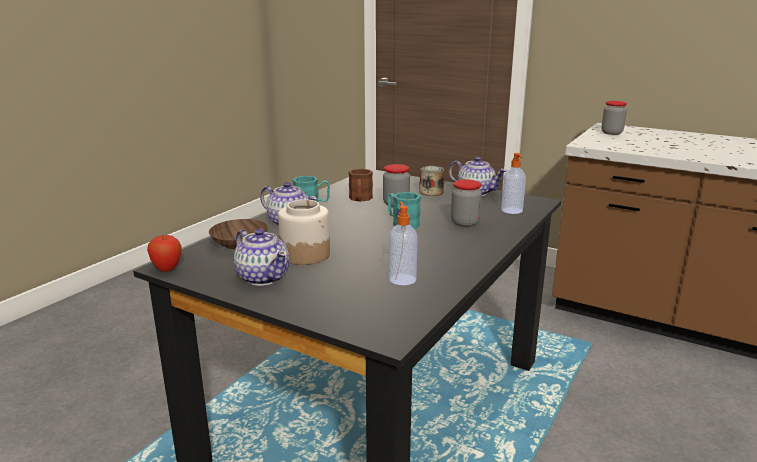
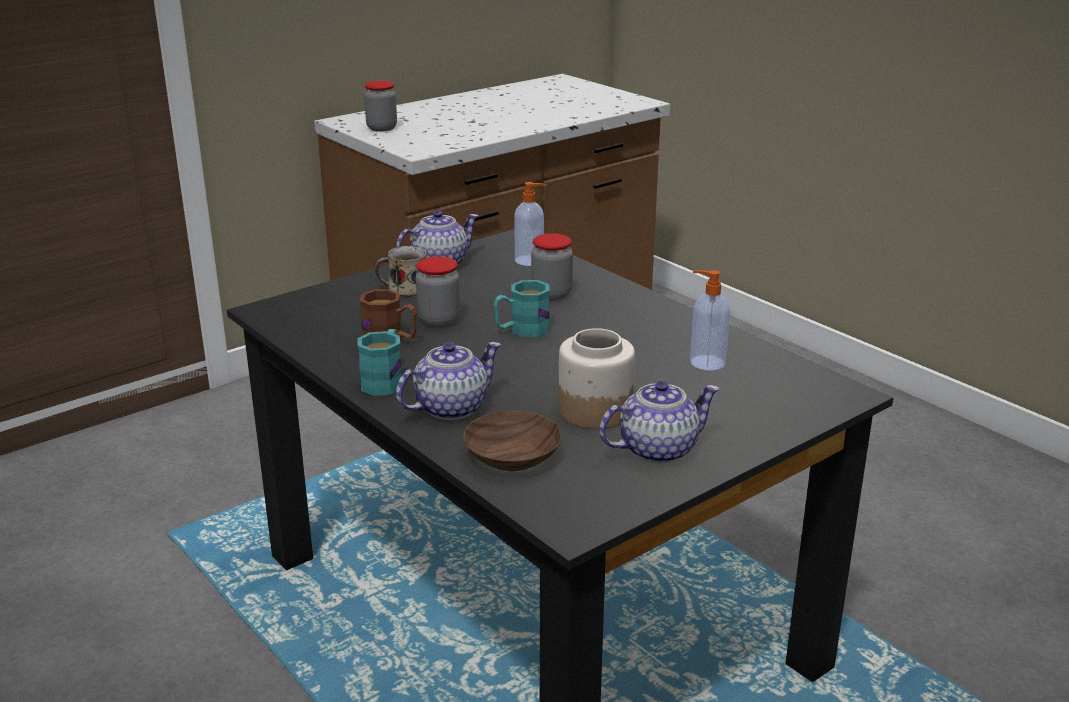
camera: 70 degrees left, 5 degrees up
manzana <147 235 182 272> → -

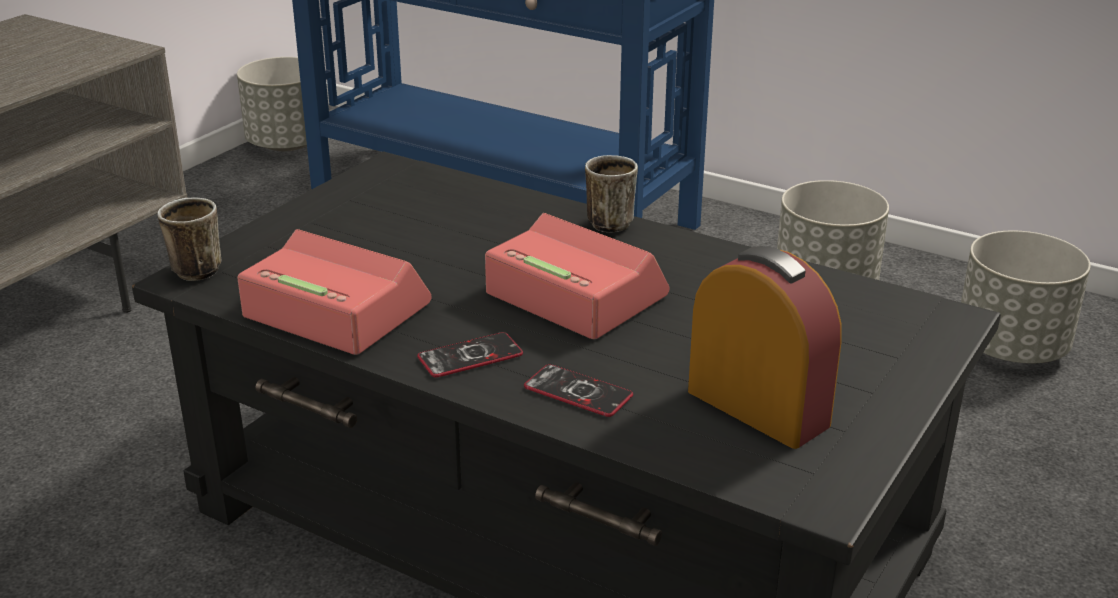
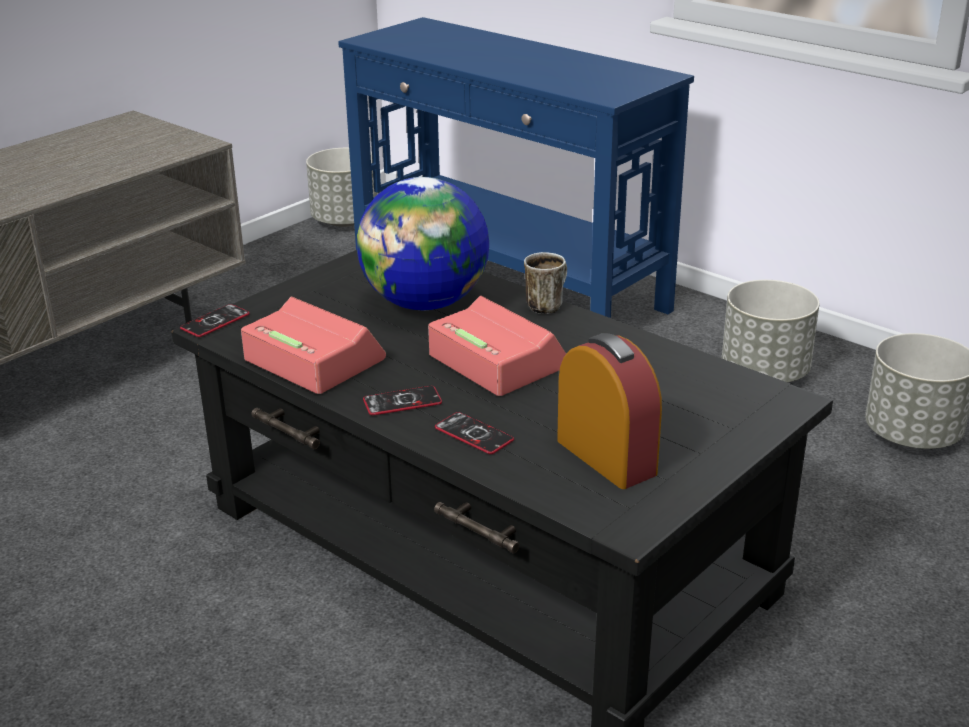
camera: 10 degrees right, 0 degrees up
taza grande <157 197 222 281> → móvil <180 304 250 337>
- → globo terráqueo <356 177 489 310>

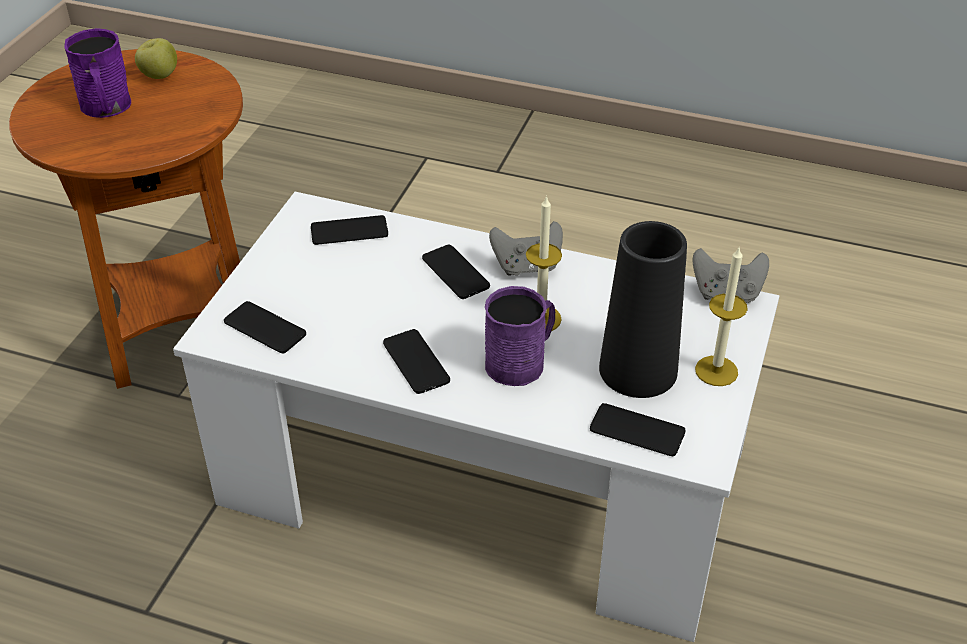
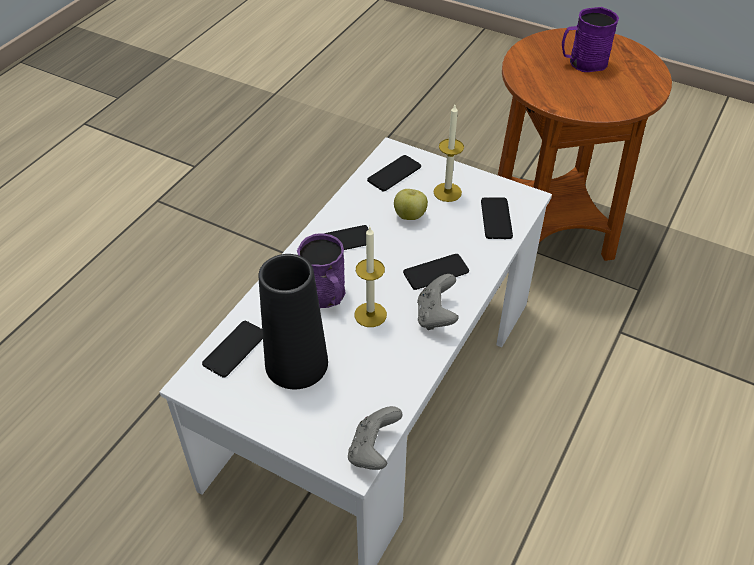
camera: 100 degrees right, 5 degrees up
manzana <135 38 177 79> → manzana <394 189 428 220>, moved
vela <695 248 748 386> → vela <434 105 464 202>, moved

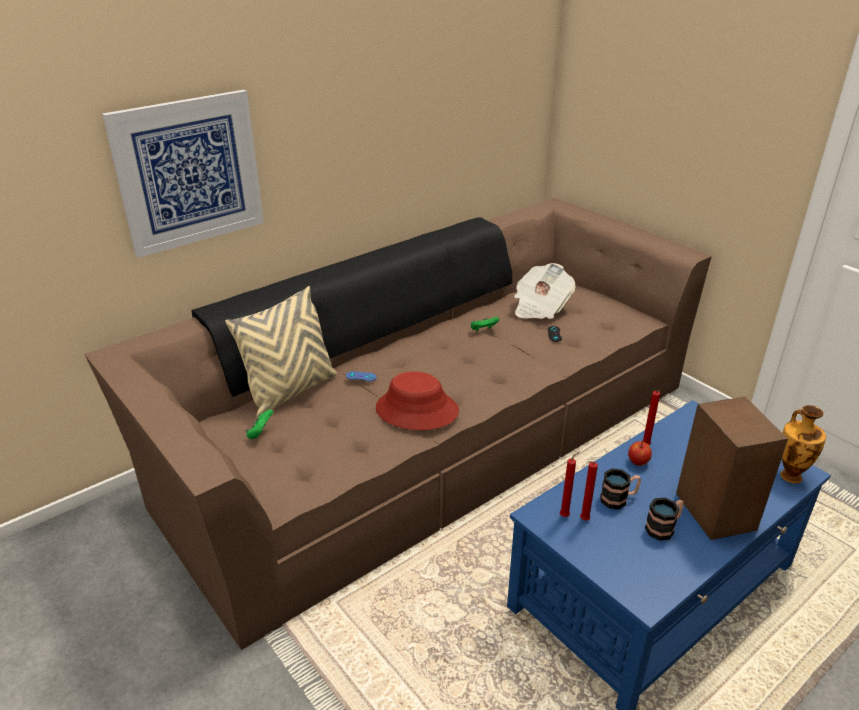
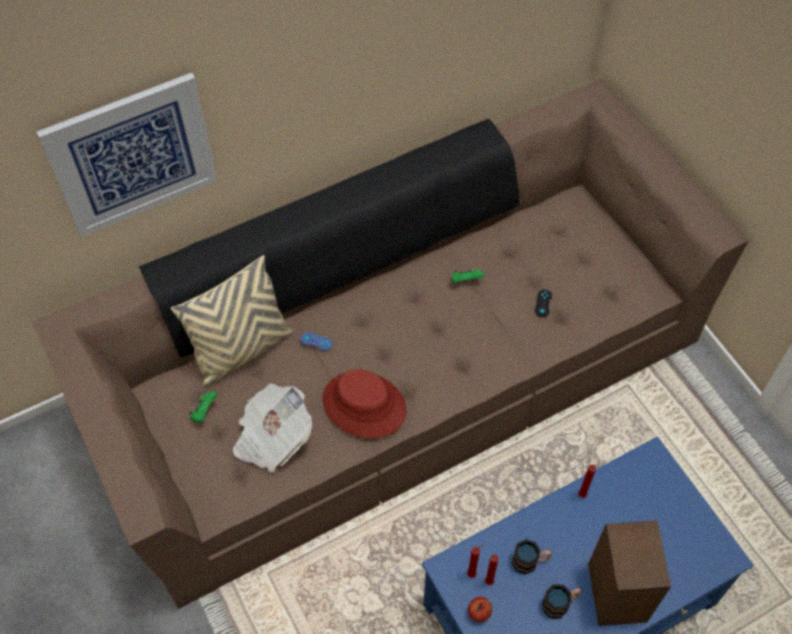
camera: 10 degrees right, 25 degrees up
periódico <514 263 576 319> → periódico <233 383 312 473>, moved
manzana <628 441 652 466> → manzana <468 597 492 622>, moved
florero <781 405 826 484> → -

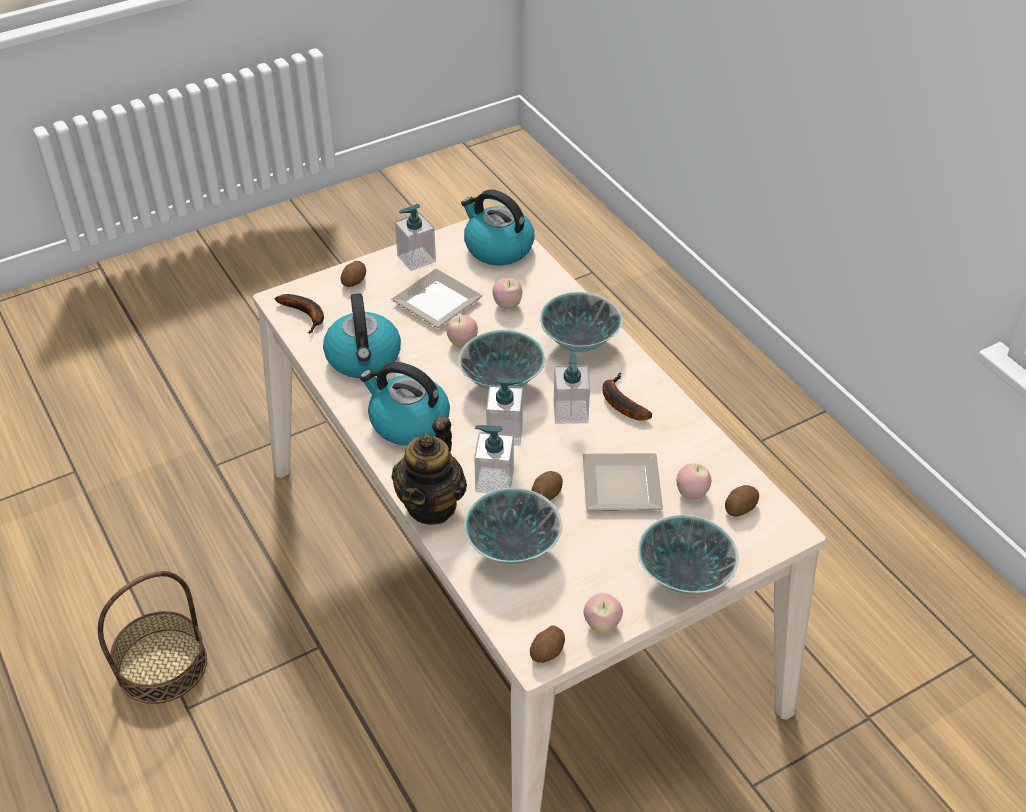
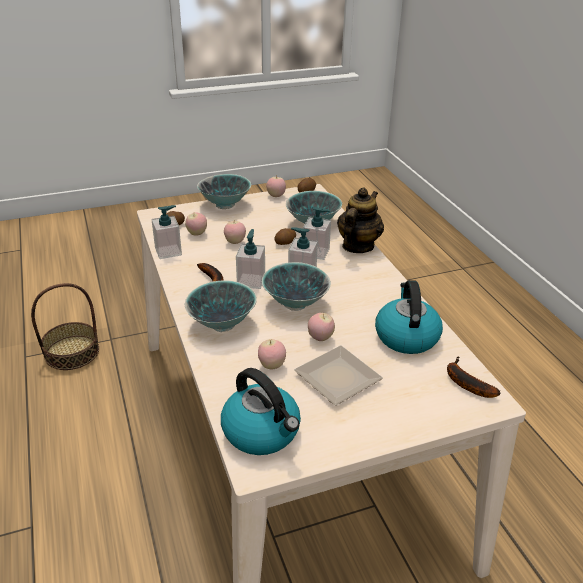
camera: 170 degrees left, 10 degrees down
cesta <98 571 207 704> → cesta <31 283 99 370>, moved
patata <341 261 366 287> → -
hervidor <360 362 450 446> → -
dispensador de jabón <395 204 436 271> → dispensador de jabón <152 205 182 259>, moved
plato <582 453 663 511> → manzana <224 221 246 244>

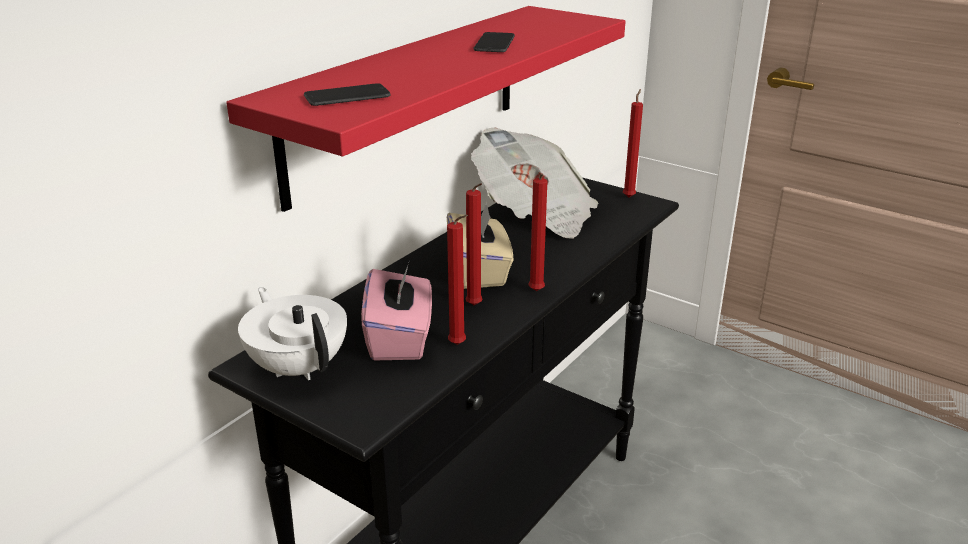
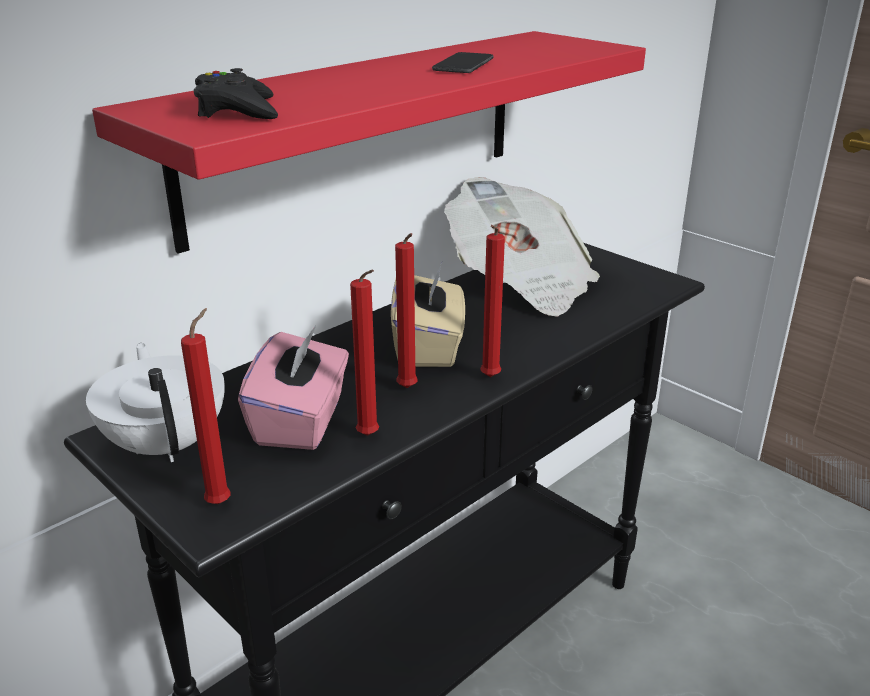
camera: 10 degrees right, 0 degrees up
móvil <304 83 391 106> → mando de consola [negro] <194 68 278 119>
vela [rojo] <623 89 643 197> → vela [rojo] <181 308 230 504>, moved

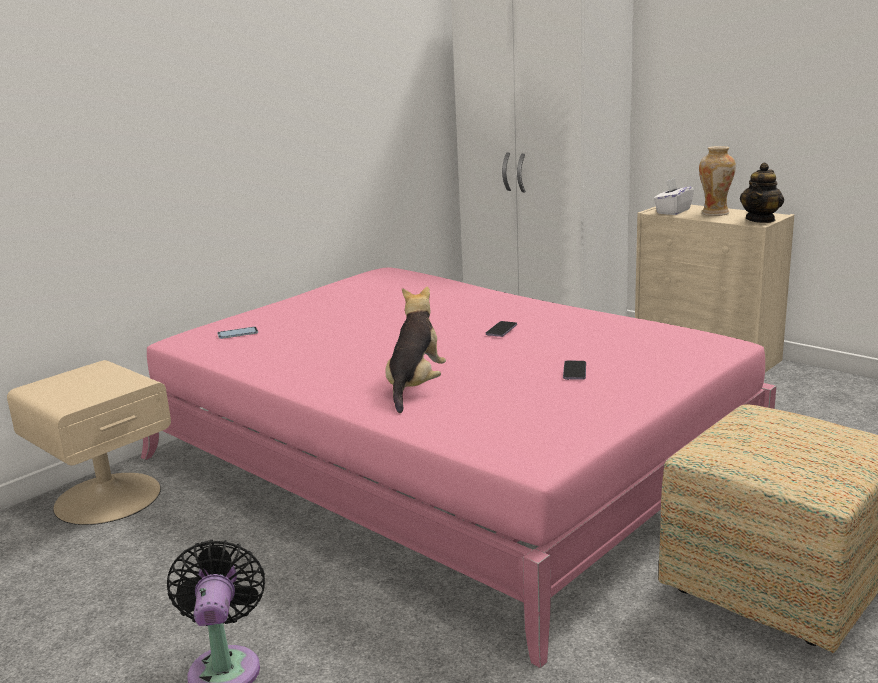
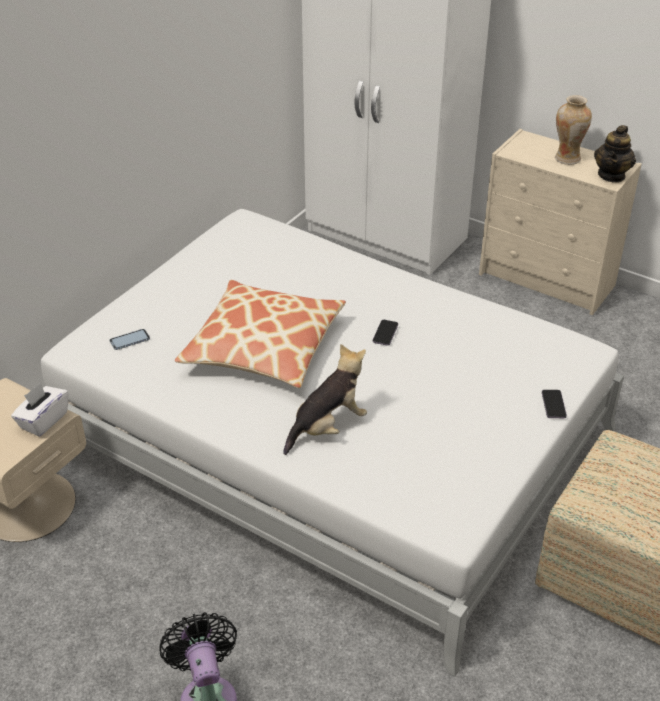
camera: 10 degrees left, 20 degrees up
cama [rosa] <141 267 776 668> → cama [blanco] <41 209 624 676>
peluche <385 287 446 413> → peluche <283 344 367 455>, 45 degrees clockwise
móvil <563 361 586 380> → móvil <542 390 567 418>, moved
caja de pañuelos [blanco] <653 178 694 215> → caja de pañuelos [blanco] <11 383 69 437>, moved
- → cojín <175 280 346 388>

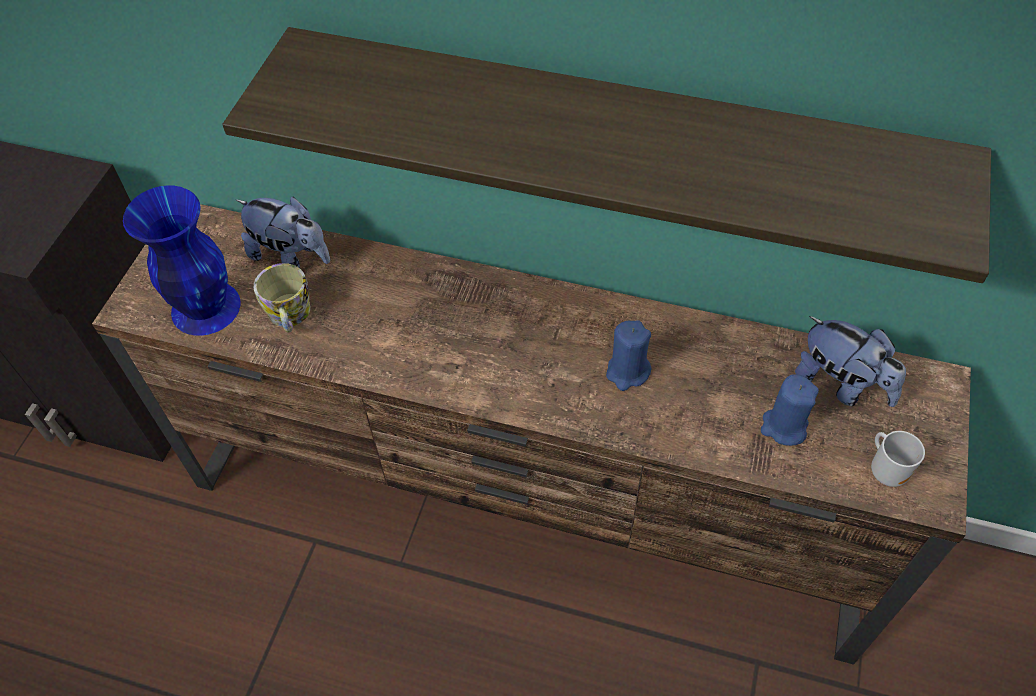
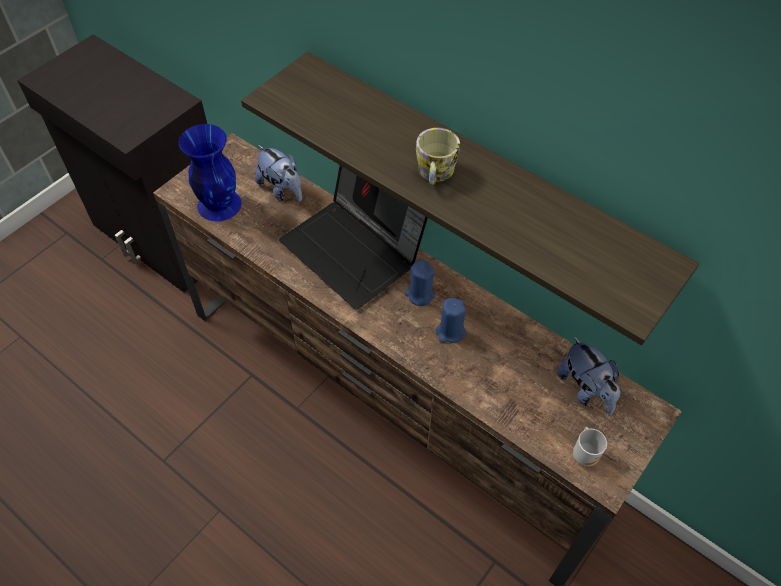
camera: 20 degrees right, 0 degrees up
taza grande <254 263 310 333> → taza grande <416 128 460 185>, moved
vela [azul] <761 374 819 446> → vela [azul] <405 260 435 306>, moved
- → portátil <279 166 428 310>

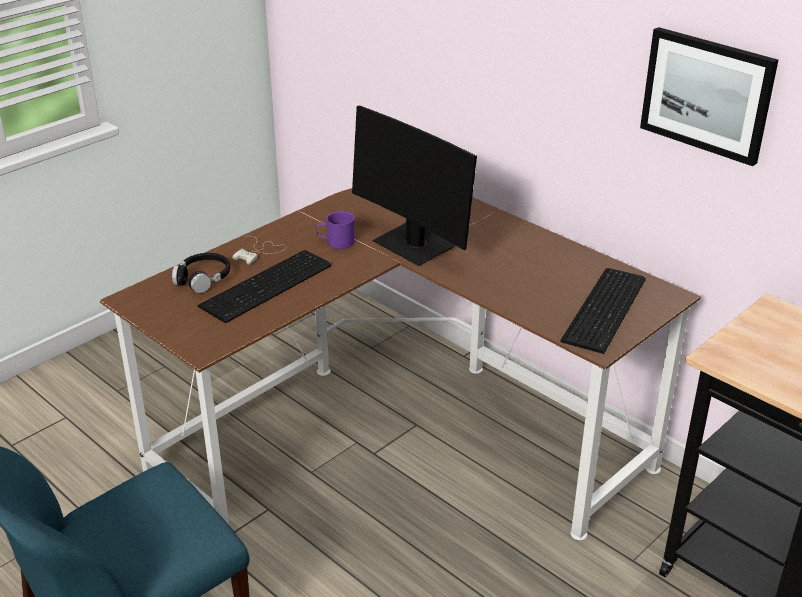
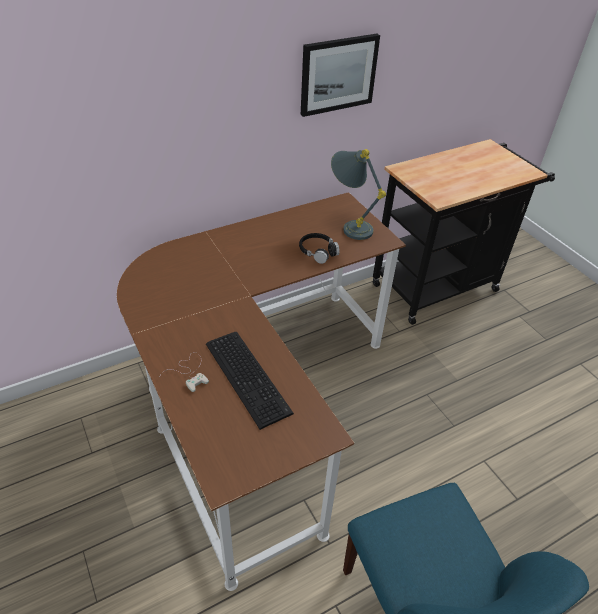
camera: 75 degrees left, 10 degrees up
auriculares [negro] <172 253 230 293> → auriculares [negro] <299 233 340 264>, moved
taza grande [morado] <316 211 355 249> → -
monitor <352 105 477 266> → -
teclado <560 268 646 354> → lámpara de mesa [gris] <331 149 386 240>

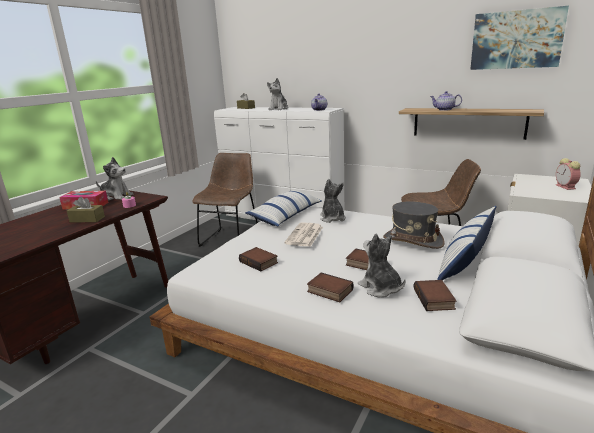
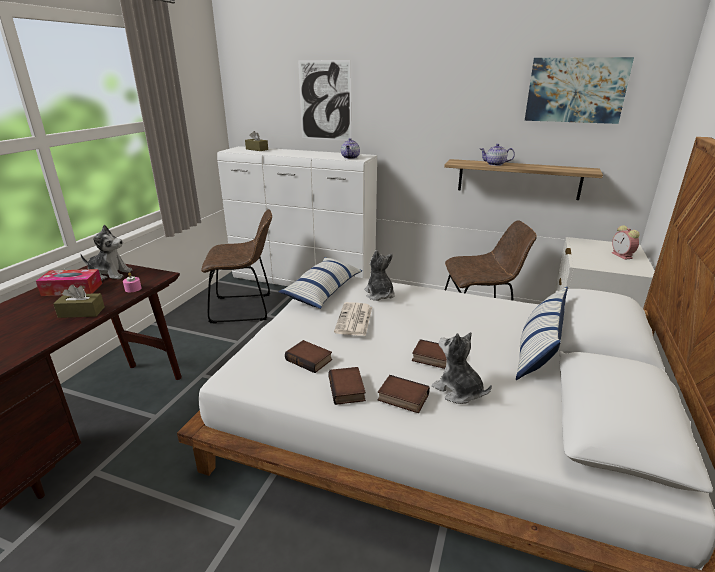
camera: 10 degrees left, 5 degrees up
silla [marrón] <192 153 258 247> → silla [marrón] <201 209 272 323>, 75 degrees clockwise
peluche <267 78 288 110> → -
sombrero [gris] <383 201 445 249> → -
libro <413 280 457 311> → libro <329 367 366 405>, moved
- → cuadro <298 60 351 141>

